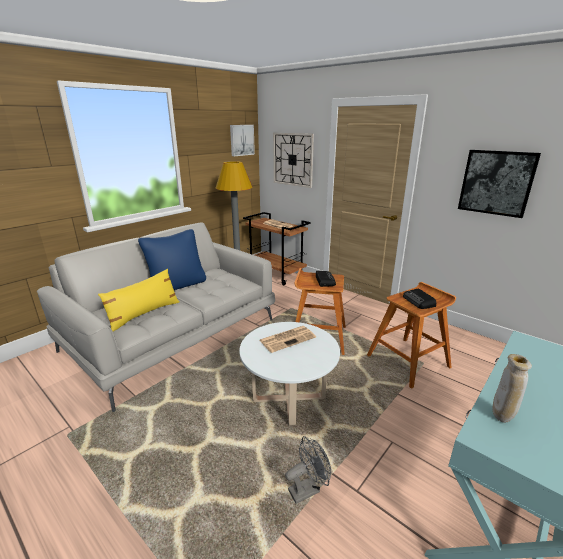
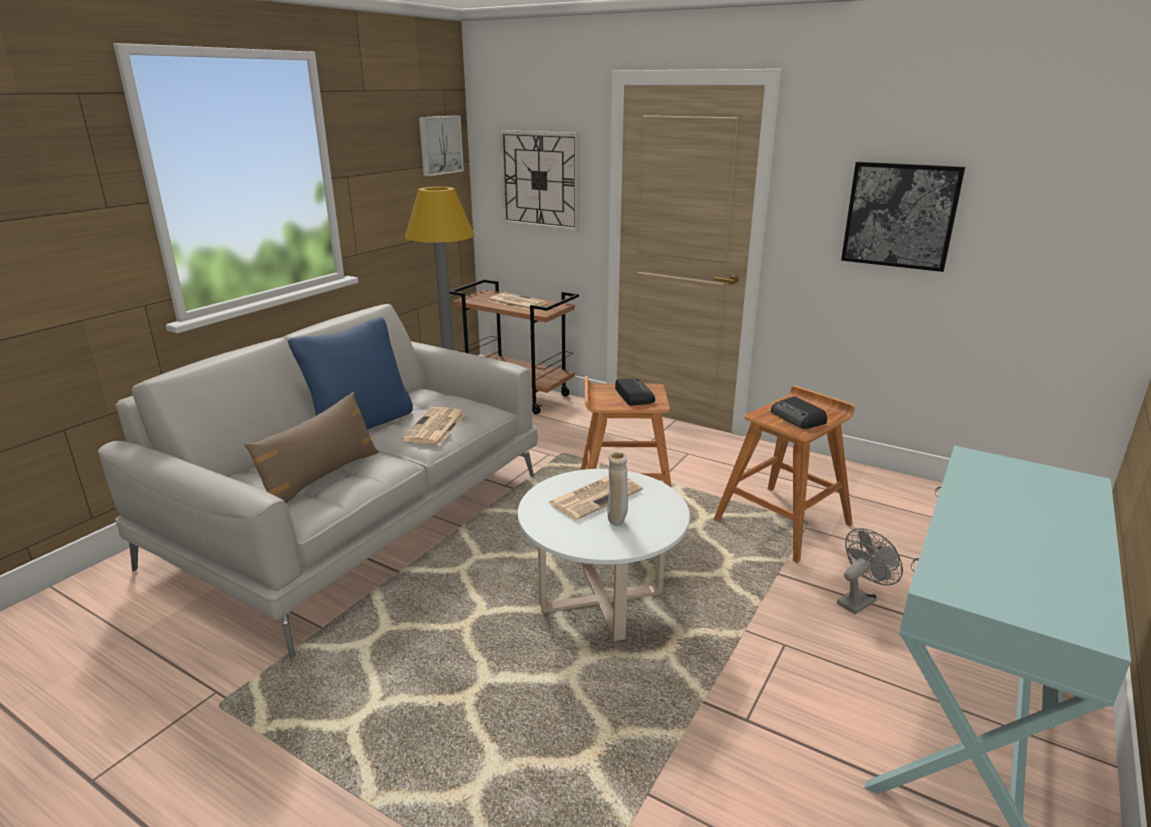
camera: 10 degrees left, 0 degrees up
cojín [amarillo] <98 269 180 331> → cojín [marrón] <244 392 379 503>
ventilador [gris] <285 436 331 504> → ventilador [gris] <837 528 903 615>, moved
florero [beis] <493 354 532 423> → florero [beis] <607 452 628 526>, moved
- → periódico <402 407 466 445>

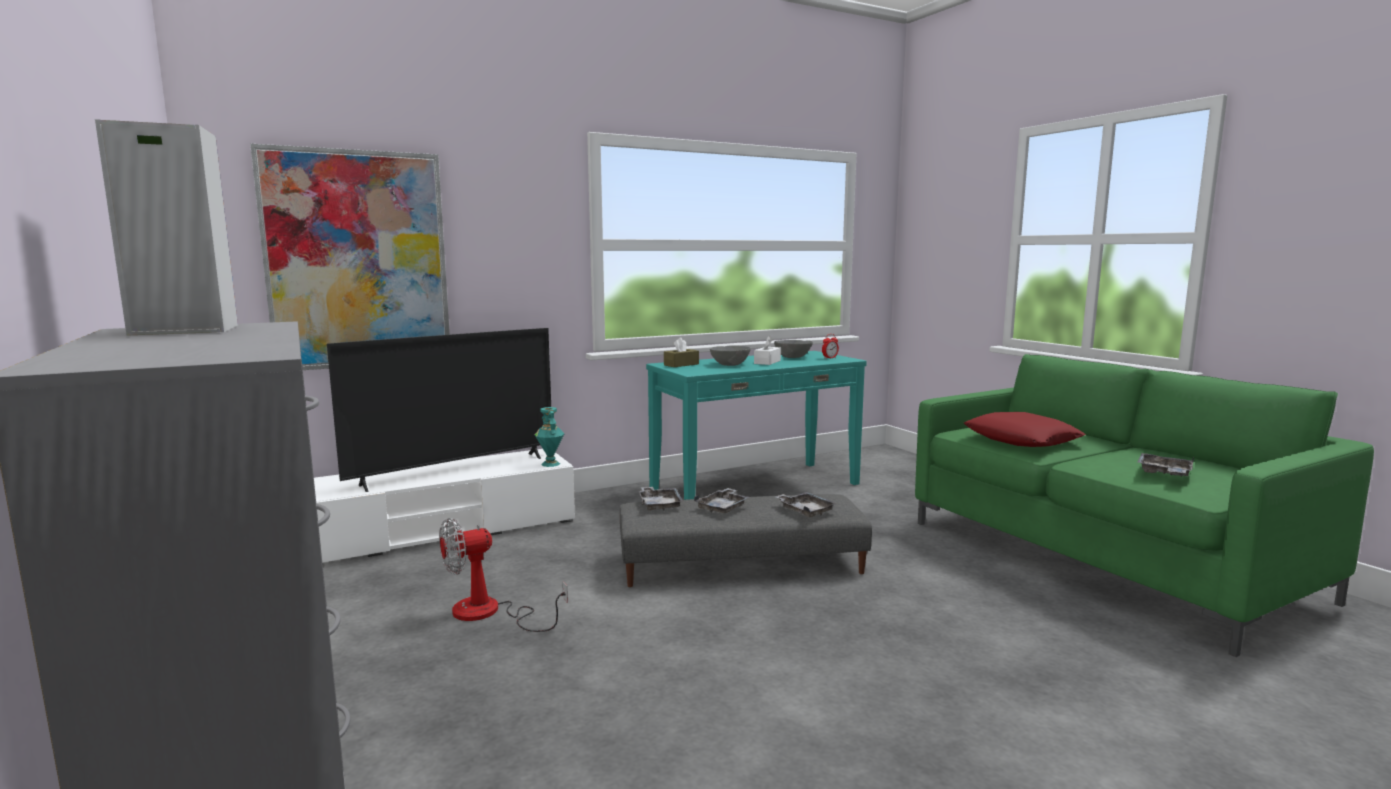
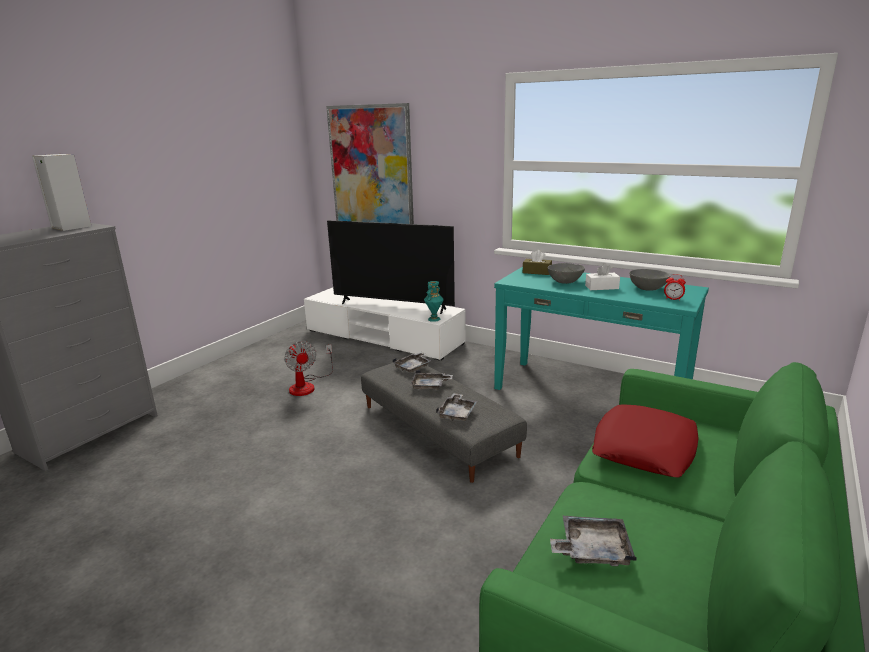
camera: 60 degrees right, 10 degrees up
ventilador <439 518 568 632> → ventilador <284 341 333 396>, 150 degrees counterclockwise

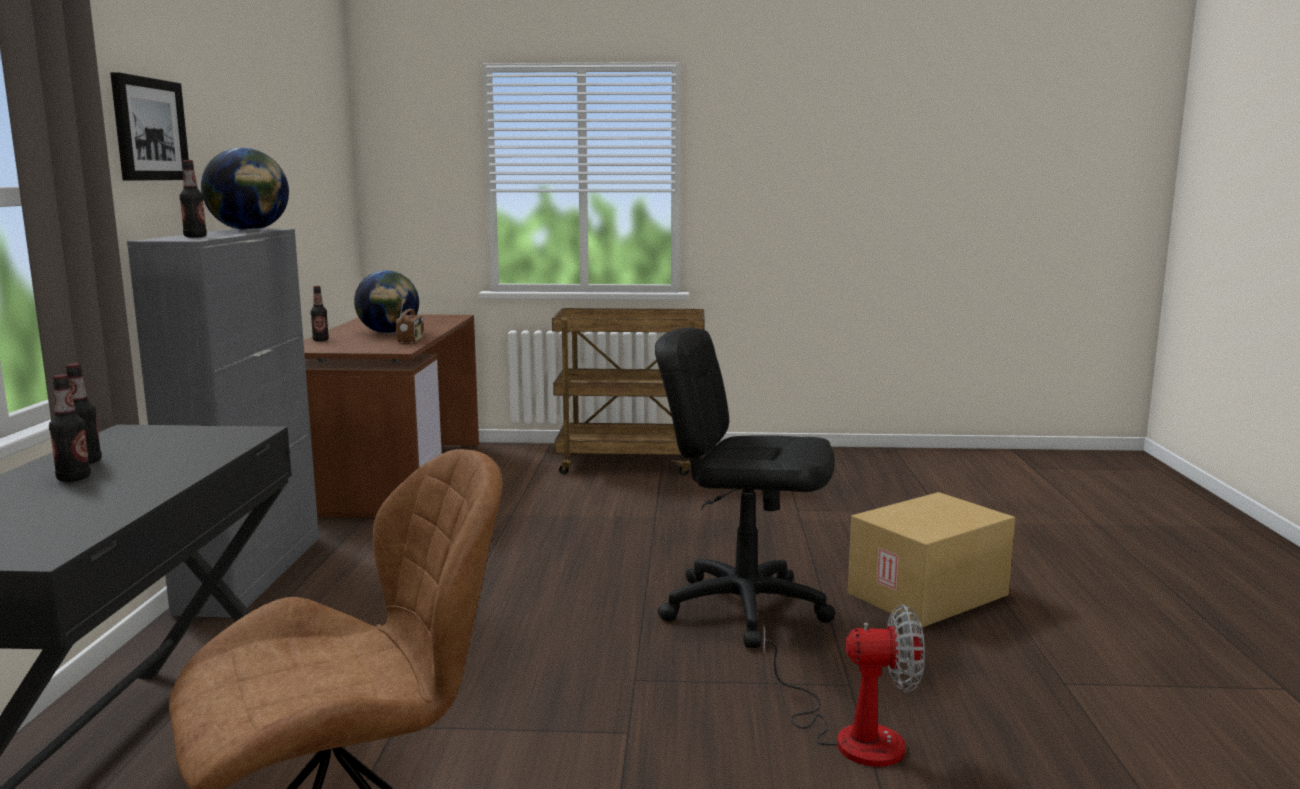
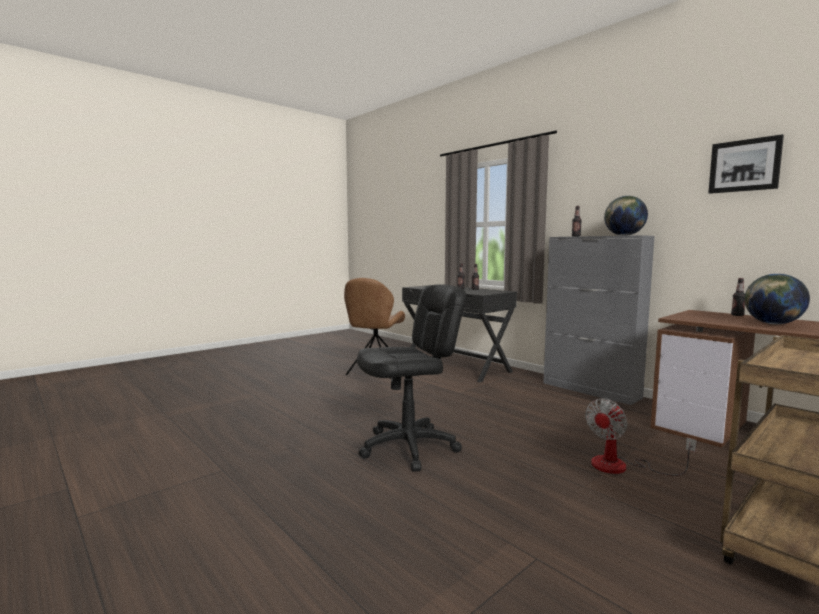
camera: 135 degrees right, 5 degrees down
cuadro <110 72 189 181> → cuadro <708 134 784 194>, moved
radio <396 297 424 343> → -
ventilador <763 605 925 767> → ventilador <585 398 697 476>, moved
caja de cartón <848 492 1015 628> → -

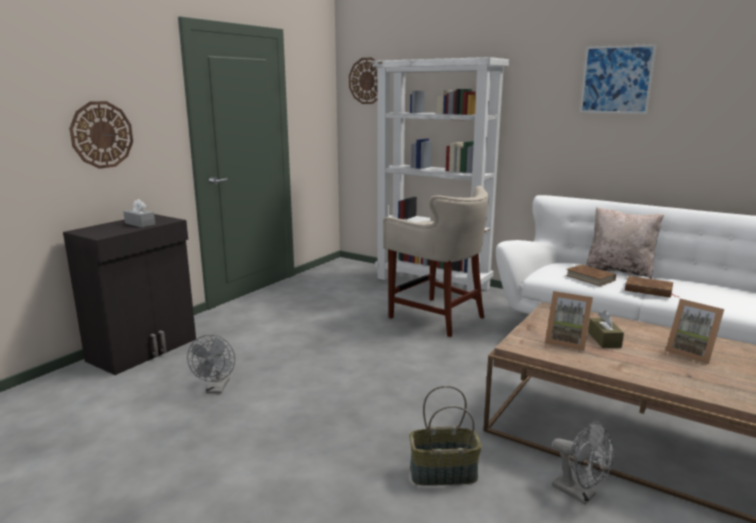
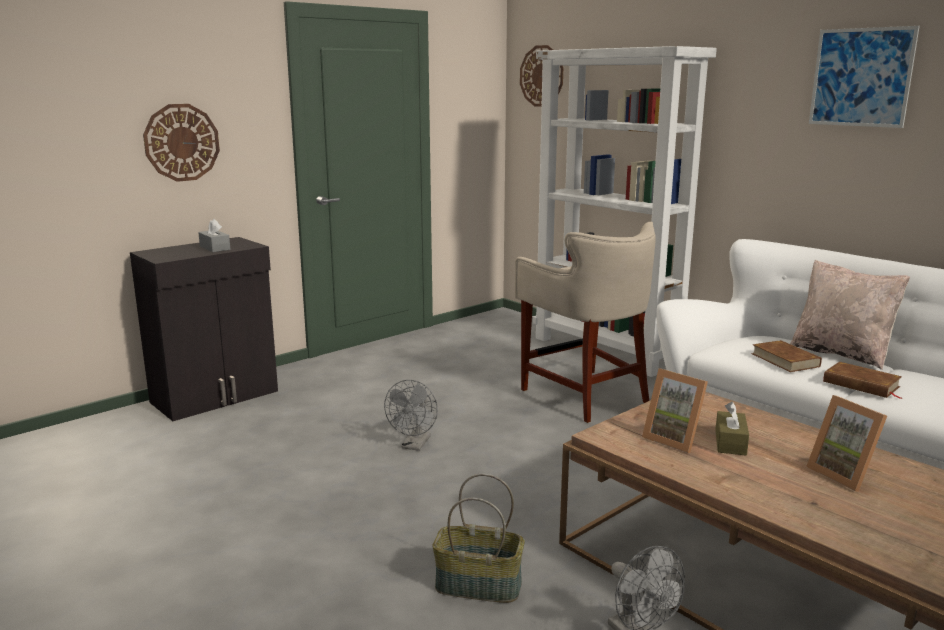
camera: 15 degrees right, 0 degrees up
ventilador [gris] <187 335 235 394> → ventilador [gris] <384 380 438 451>, moved

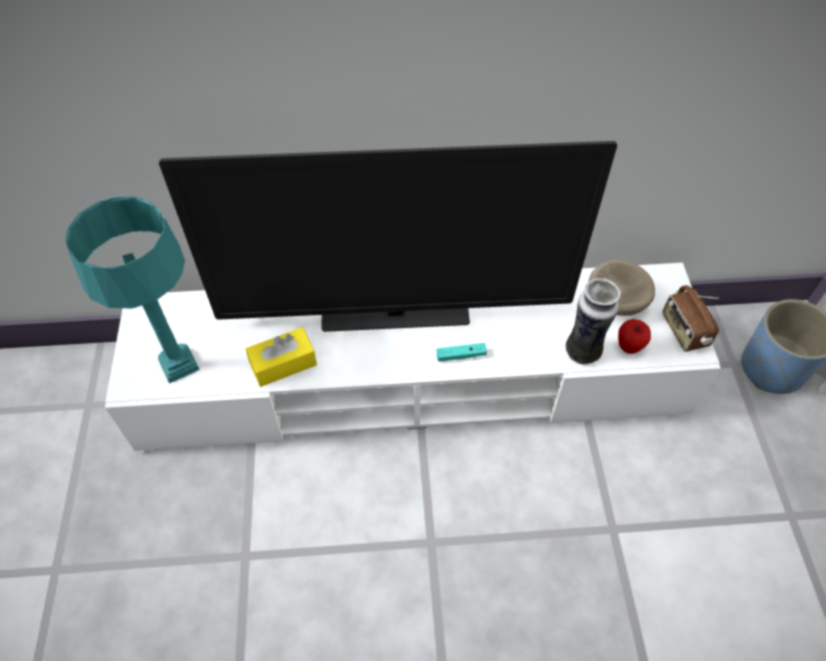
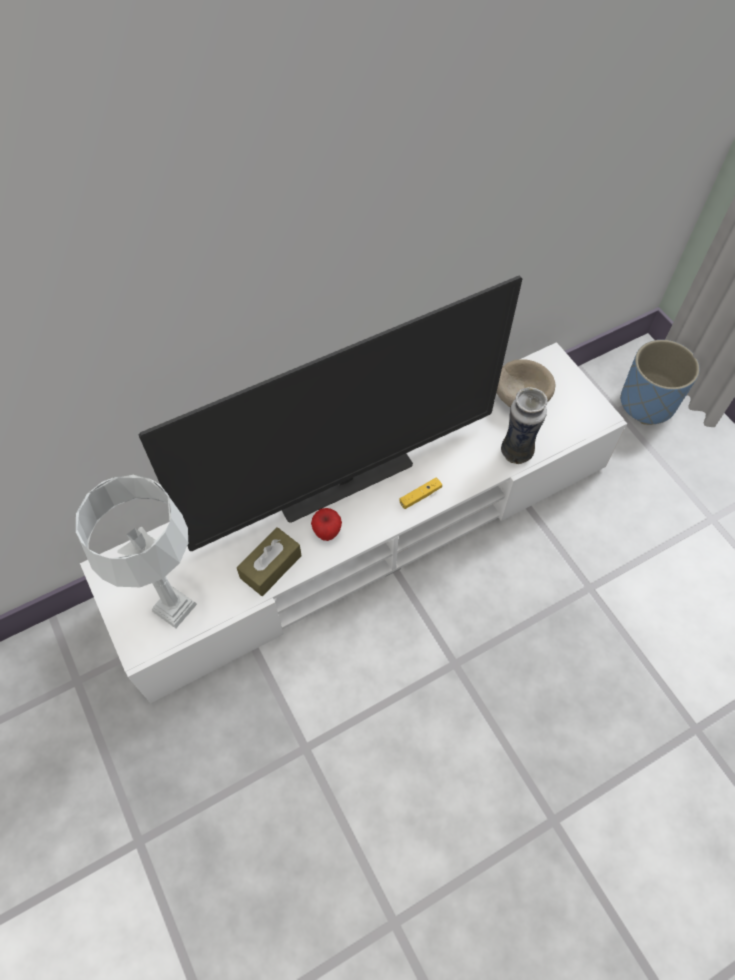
camera: 25 degrees left, 5 degrees up
lámpara de mesa [turquesa] <66 196 200 383> → lámpara de mesa [blanco] <76 475 197 628>
caja de pañuelos [amarillo] <246 327 317 387> → caja de pañuelos [marrón] <237 527 302 596>
mando de consola [turquesa] <437 343 487 361> → mando de consola [amarillo] <399 477 442 509>
manzana <618 319 651 354> → manzana <311 508 342 541>, moved
radio <663 285 719 352> → -

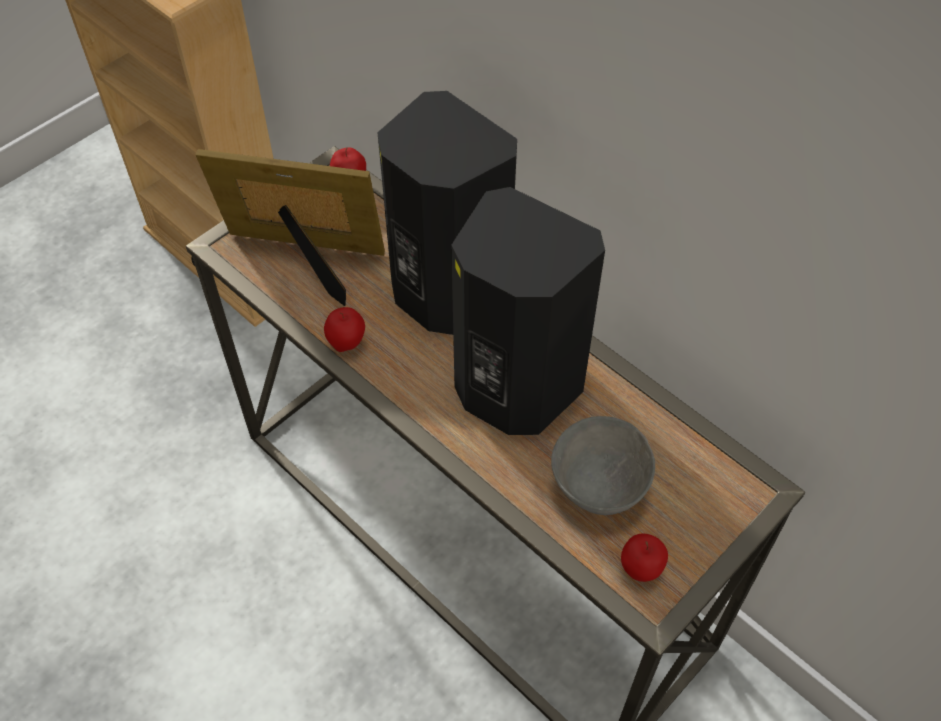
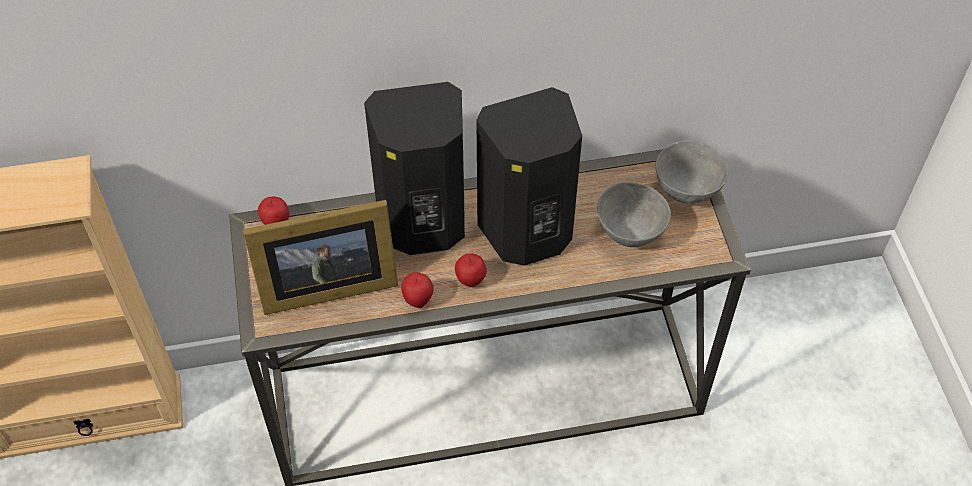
camera: 55 degrees left, 0 degrees up
portarretratos <195 149 385 306> → portarretratos <243 200 398 315>, 150 degrees counterclockwise
manzana <621 534 668 582> → manzana <455 253 487 287>, moved
- → cuenco [gris] <656 141 728 204>

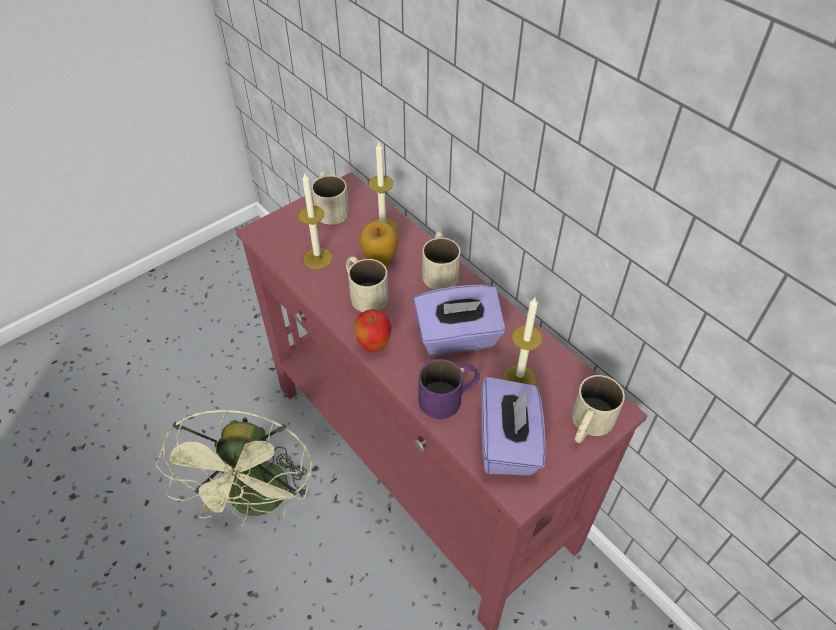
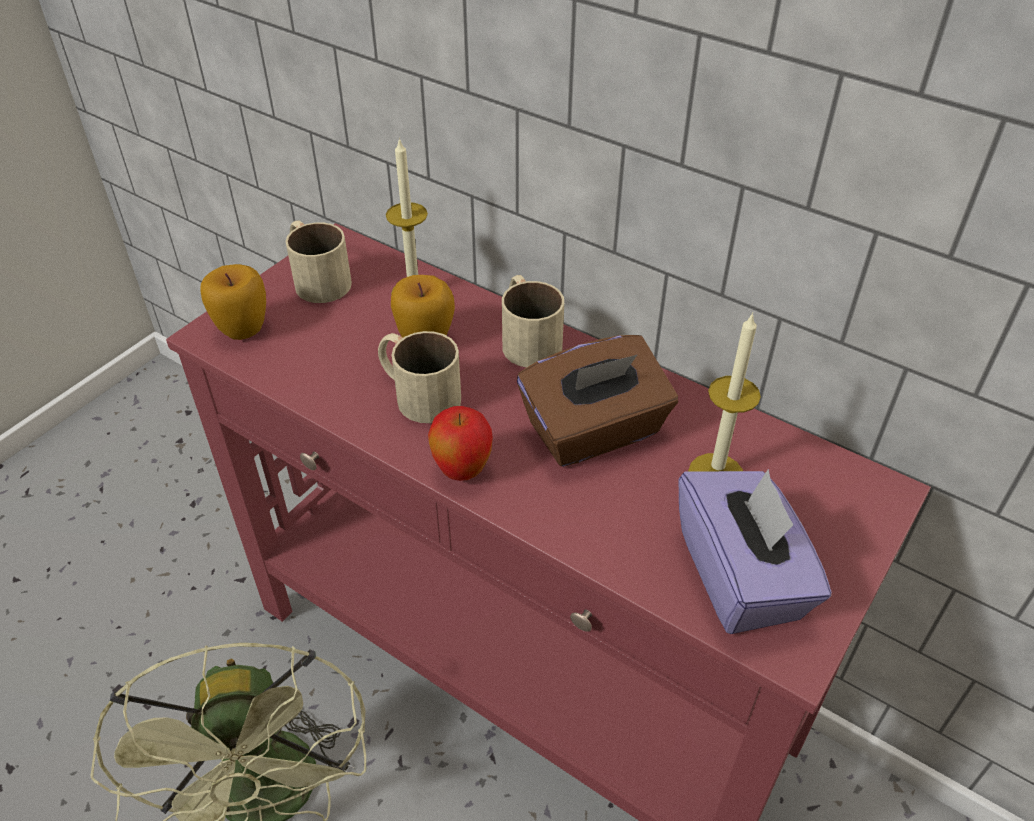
camera: 15 degrees left, 5 degrees down
vela <298 173 332 269> → -
caja de pañuelos [morado] <413 285 506 355> → caja de pañuelos [marrón] <517 335 678 467>
taza grande [morado] <419 359 480 419> → -
taza grande [beis] <572 375 625 443> → -
- → manzana <200 264 266 340>

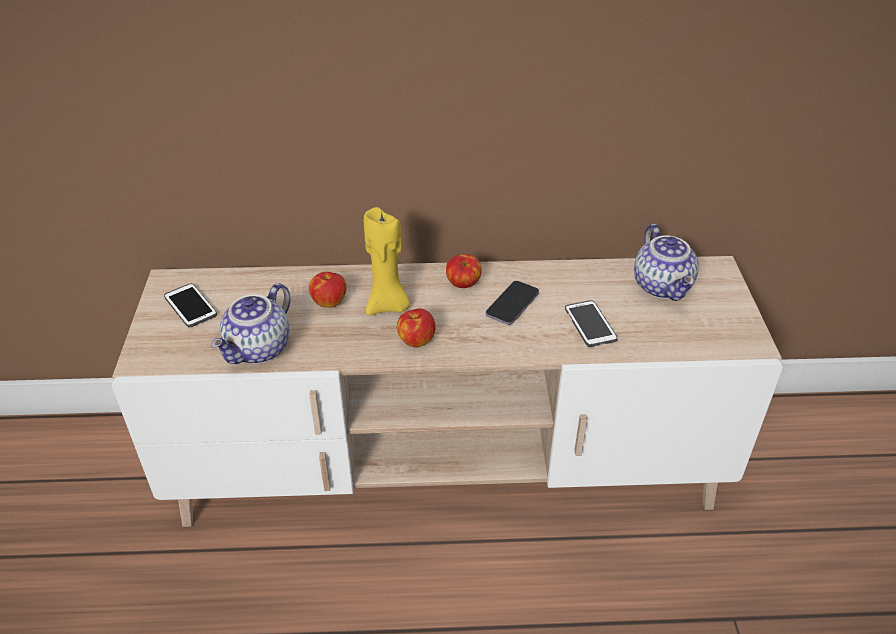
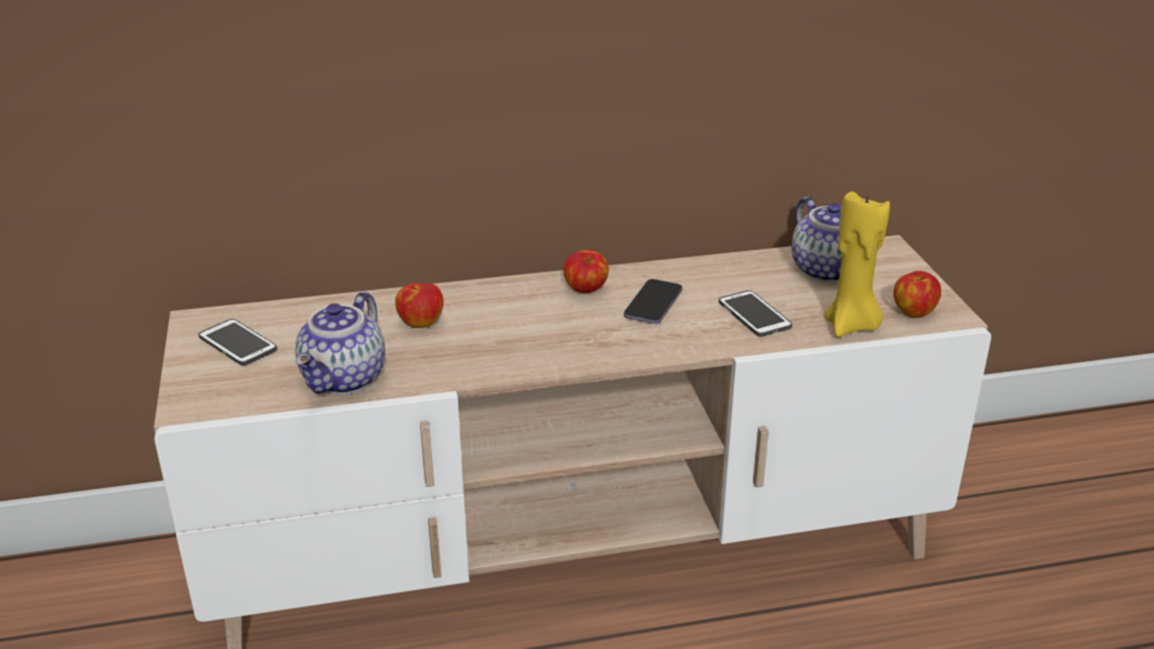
camera: 10 degrees left, 10 degrees down
vela [amarillo] <364 207 410 316> → vela [amarillo] <825 189 890 337>, moved
manzana <397 308 436 348> → manzana <894 271 941 318>, moved

